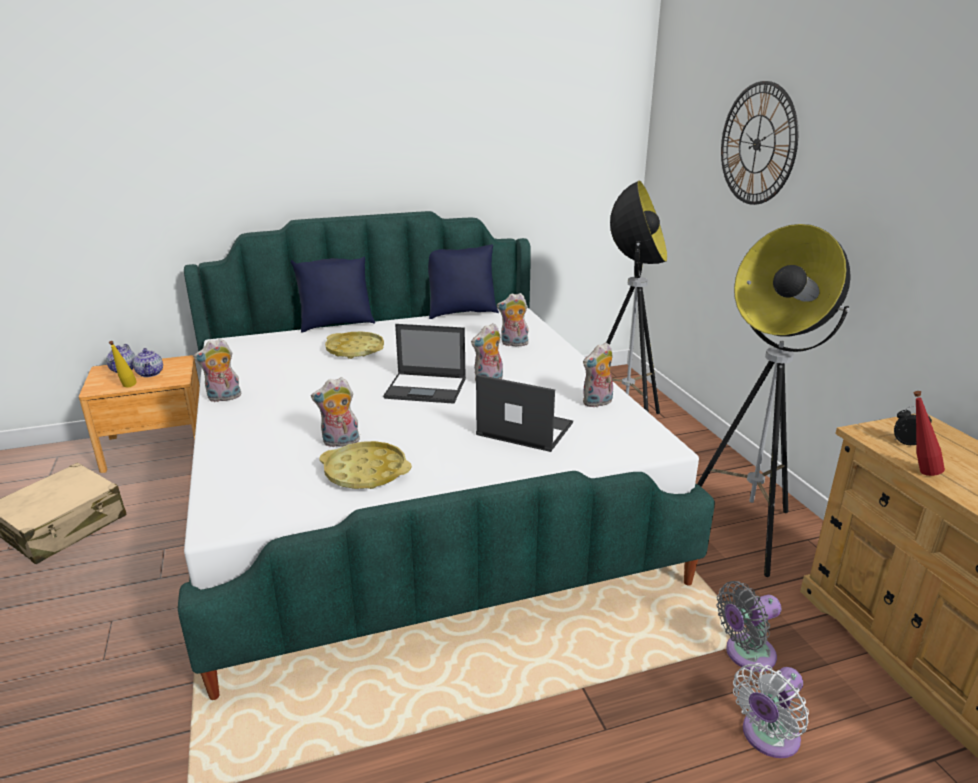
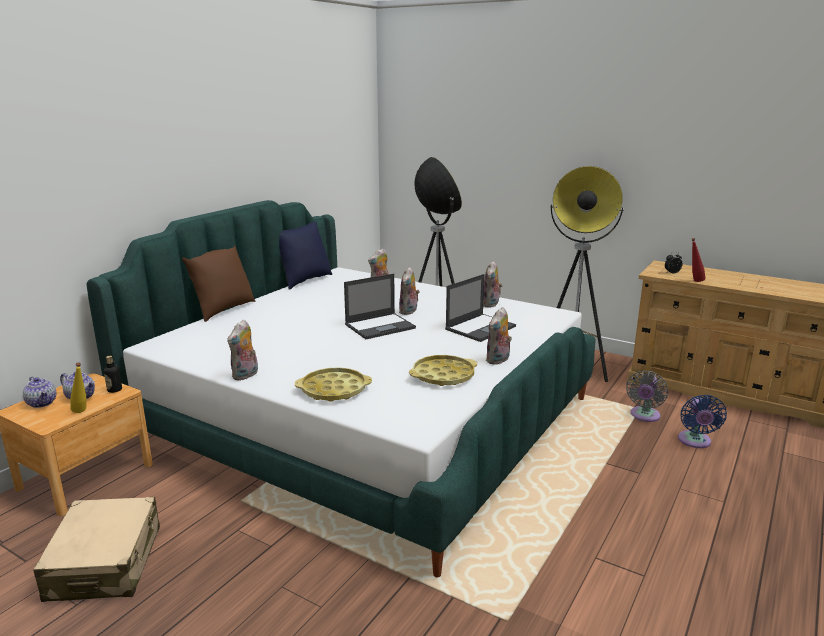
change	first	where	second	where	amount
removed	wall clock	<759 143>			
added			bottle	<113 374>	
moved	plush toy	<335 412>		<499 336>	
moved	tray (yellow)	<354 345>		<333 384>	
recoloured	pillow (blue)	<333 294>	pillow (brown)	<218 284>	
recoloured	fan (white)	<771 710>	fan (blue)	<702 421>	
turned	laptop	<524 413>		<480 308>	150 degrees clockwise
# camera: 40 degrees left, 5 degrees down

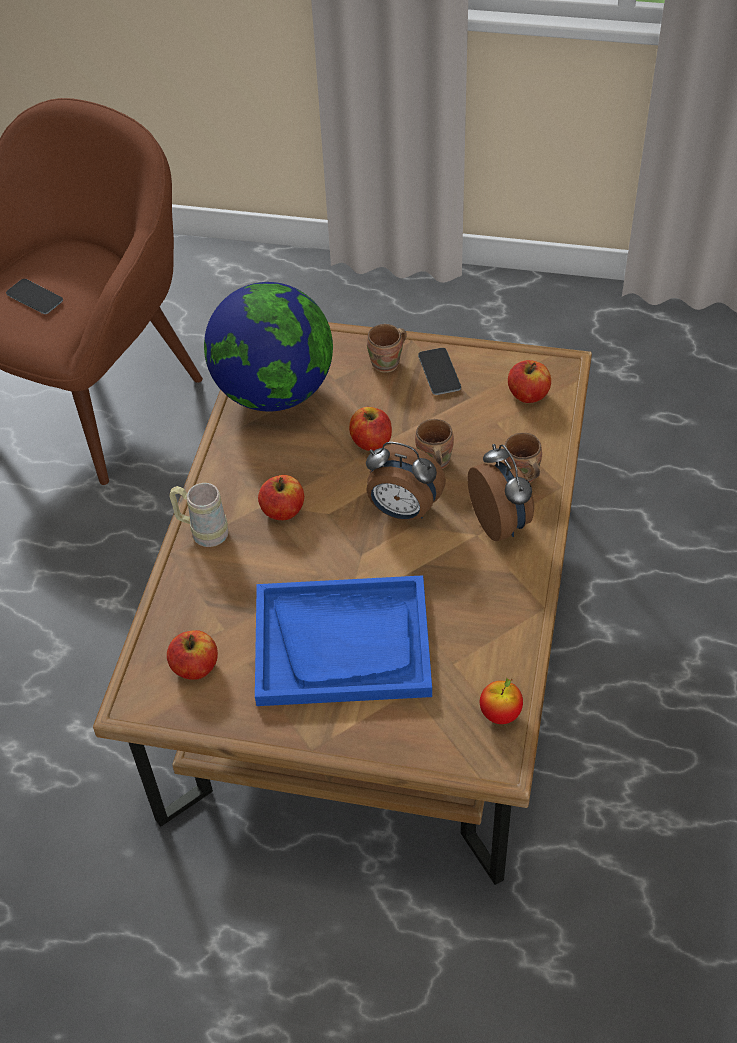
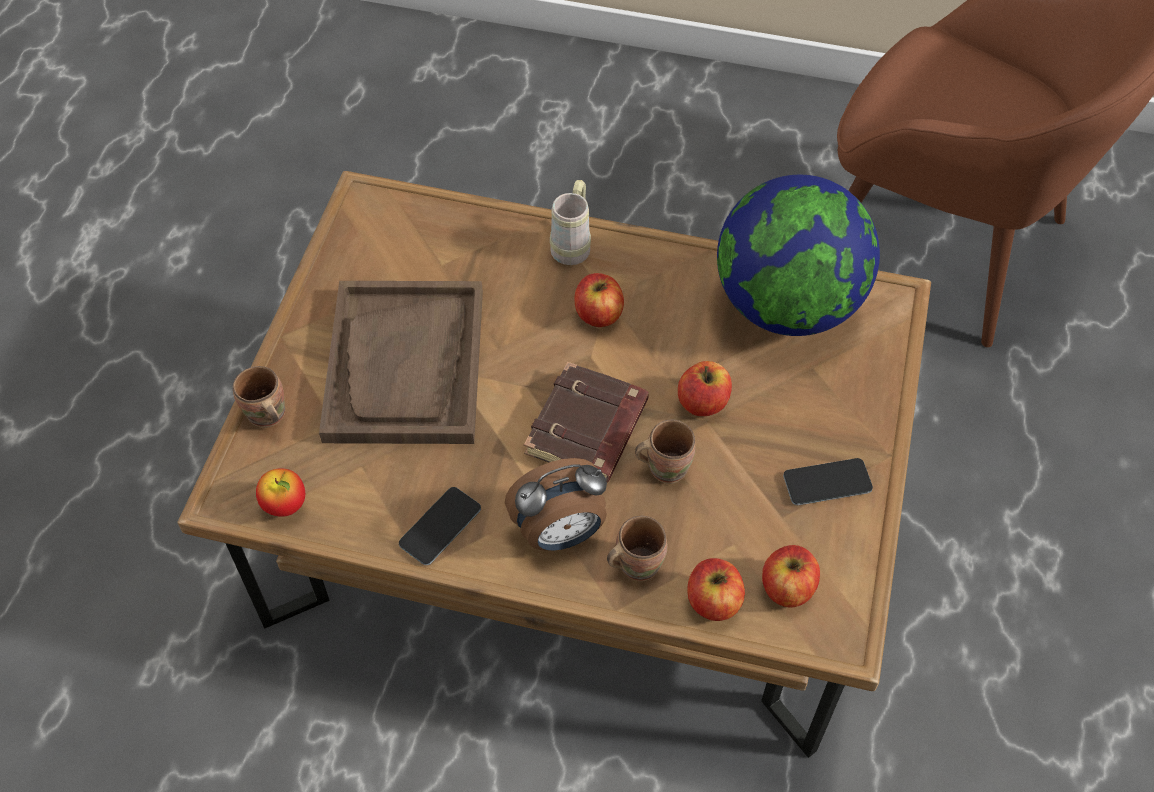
change	first	where	second	where	amount
moved	phone	<34 296>		<440 526>	
moved	apple	<192 655>		<716 589>	
moved	mug (brown)	<387 348>		<259 397>	
replaced	alarm clock	<406 481>	book (brown)	<586 422>	
recoloured	tray (blue)	<343 640>	tray (brown)	<401 362>	
# camera: 90 degrees right, 5 degrees up

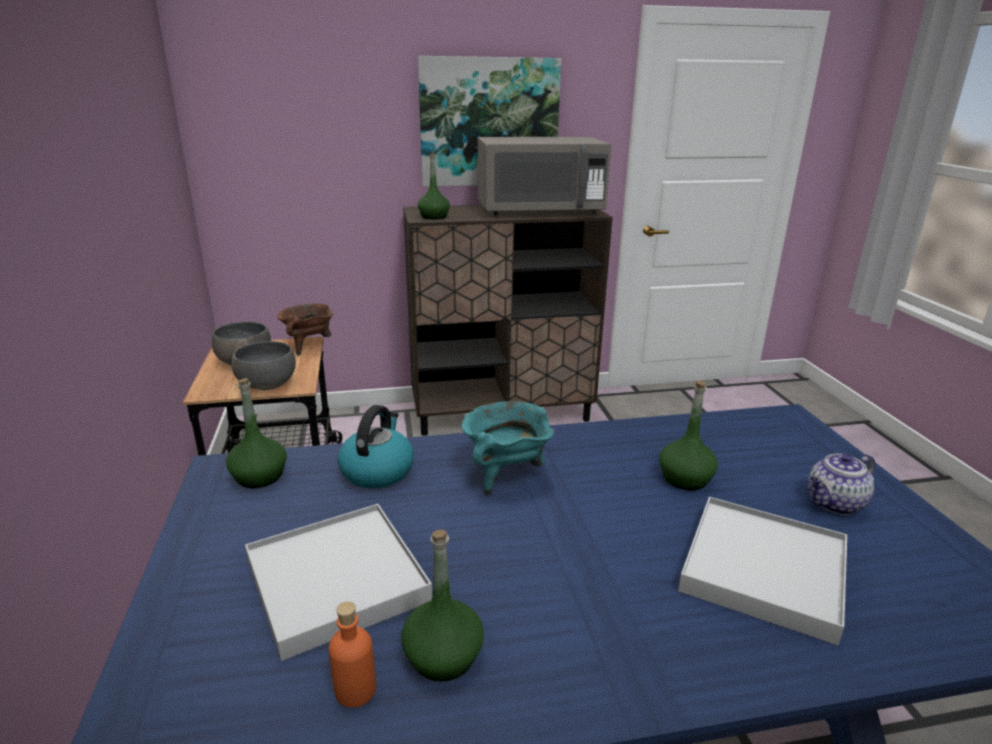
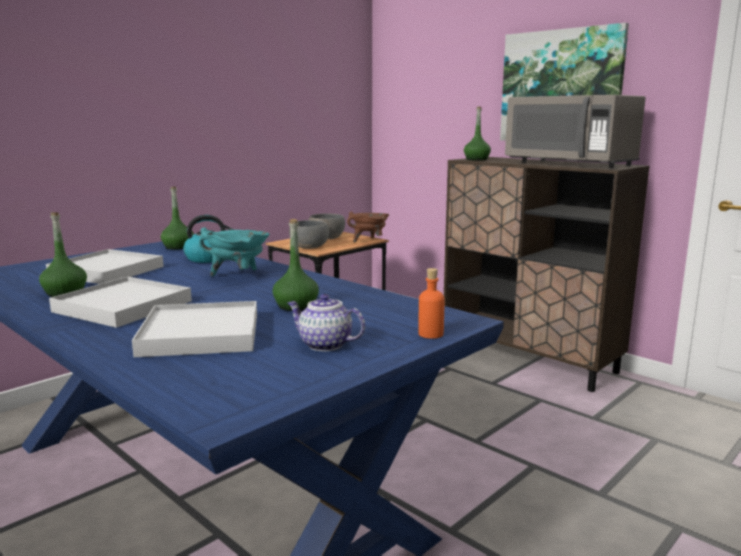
change	first	where	second	where	amount
added			tray (white)	<120 302>	
moved	bottle (orange)	<352 654>		<431 303>	
# camera: 55 degrees right, 10 degrees down

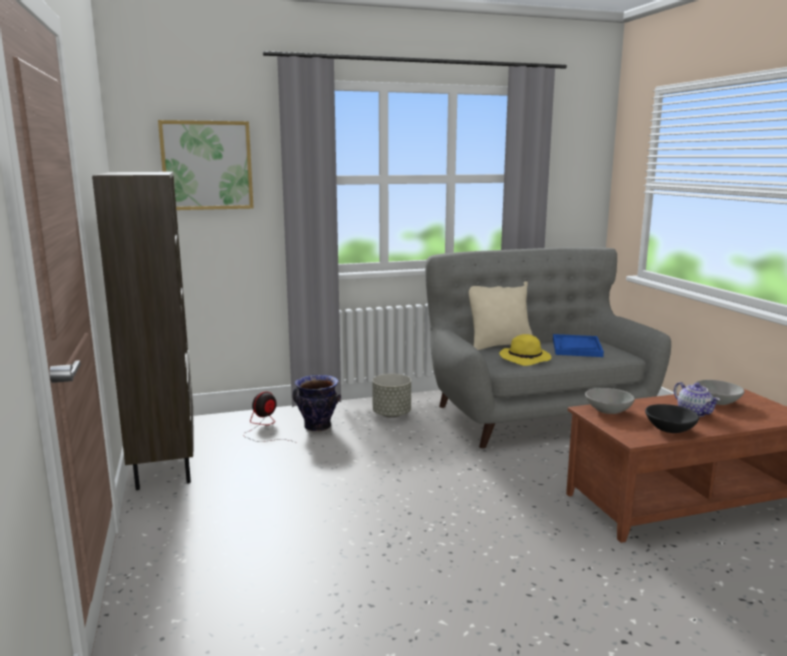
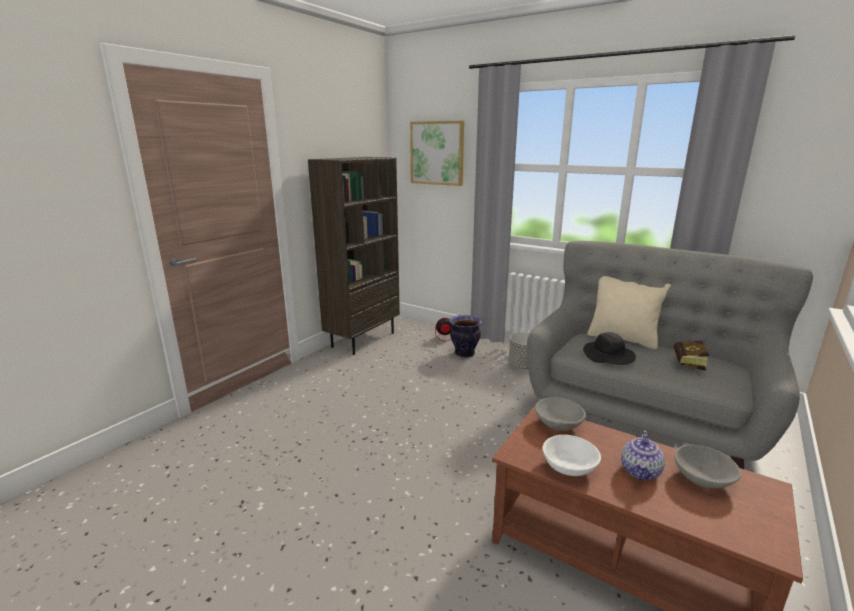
change	first	where	second	where	amount
replaced	tray (blue)	<578 345>	book	<691 359>	
recoloured	hat (yellow)	<525 350>	hat (black)	<609 348>	
recoloured	bowl (black)	<672 418>	bowl (white)	<572 455>	
# camera: 50 degrees right, 5 degrees up

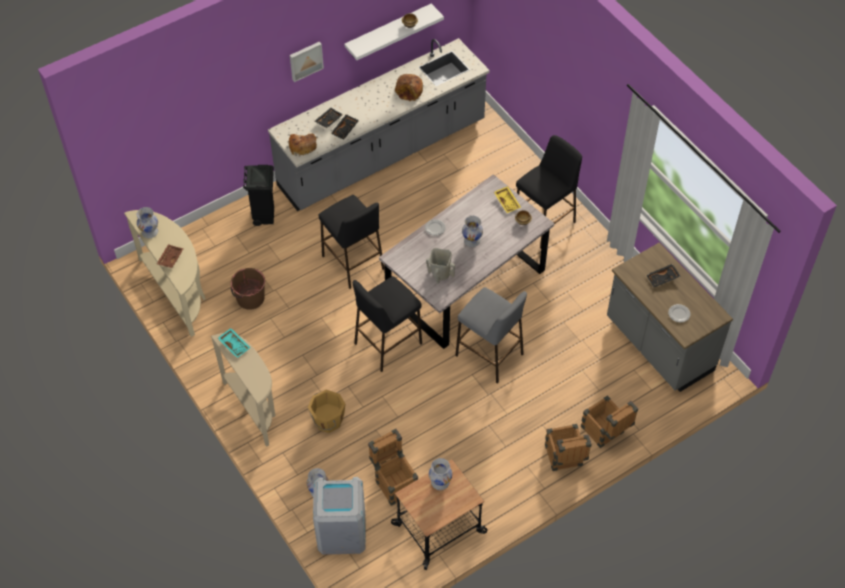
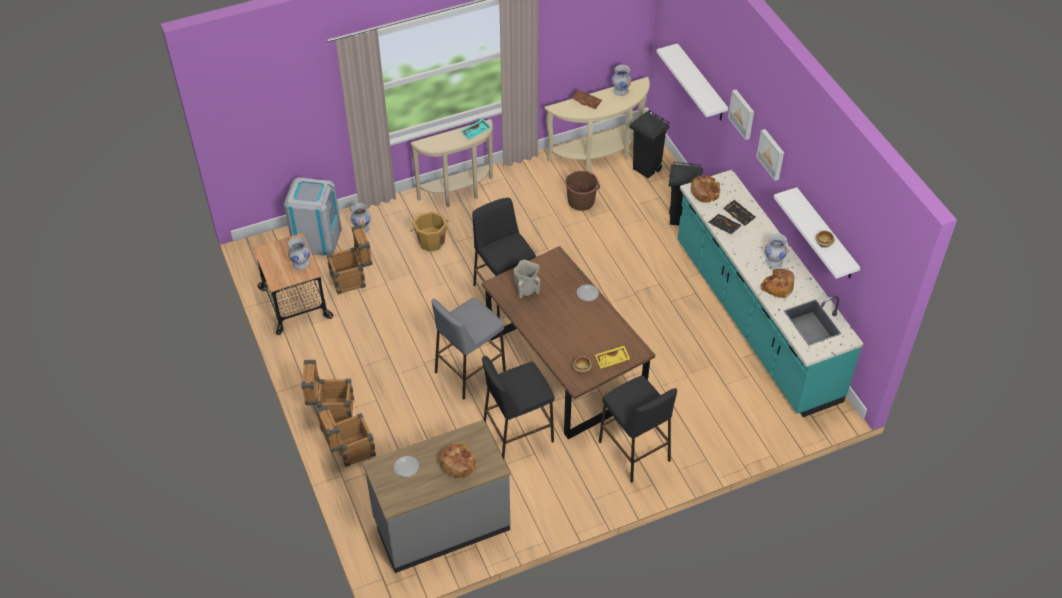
change	first	where	second	where	amount
added			trash can (black)	<649 144>	
added			shelf (white)	<692 81>	
added			picture	<741 114>	
moved	stool (black)	<351 242>		<518 407>	
moved	vase (white)	<472 231>		<776 250>	
replaced	tray (black)	<663 275>	bread	<457 461>	
recoloured	counter (grey)	<379 124>	counter (turquoise)	<771 293>	
recoloured	dining table (grey)	<467 261>	dining table (brown)	<568 342>	
# camera: 100 degrees right, 5 degrees down

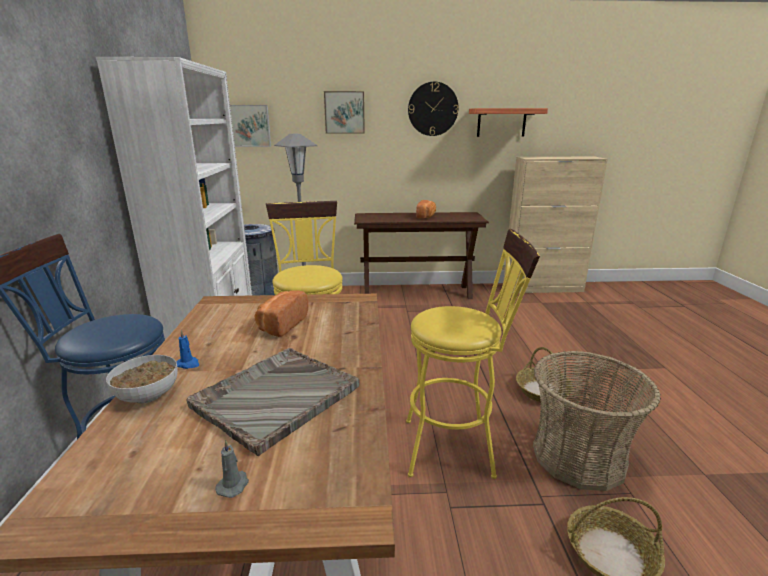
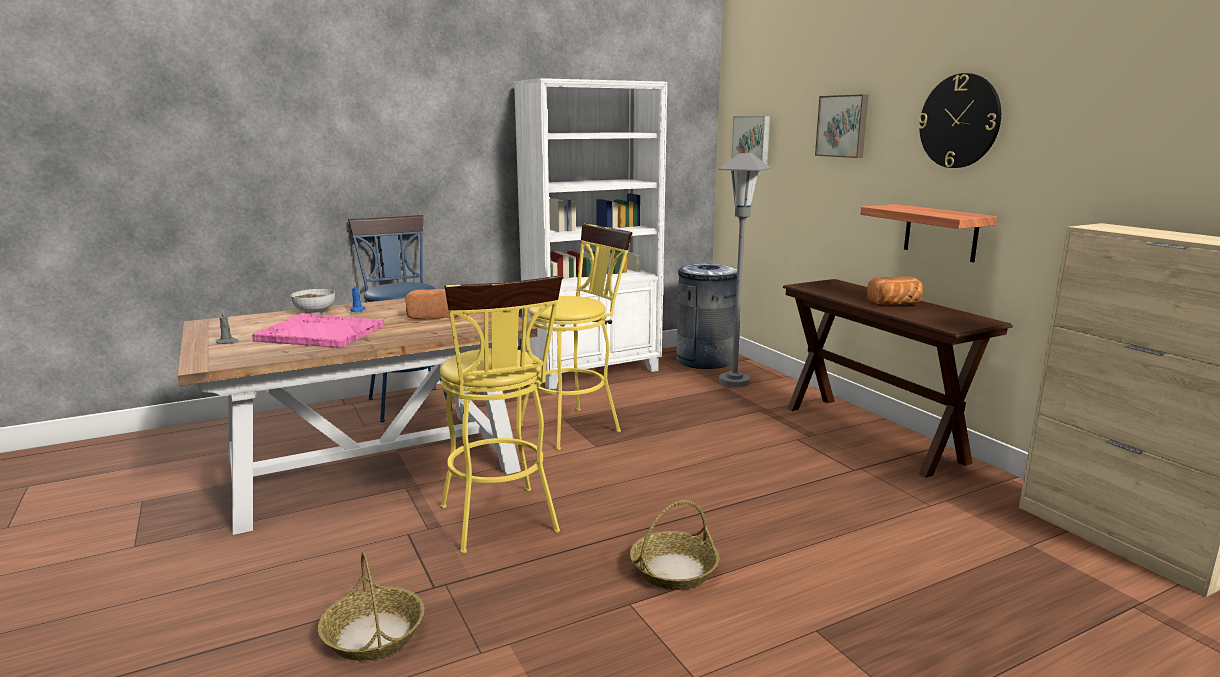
change	first	where	second	where	amount
removed	basket	<597 421>			
moved	shelf	<508 122>		<928 233>	
recoloured	tray (grey)	<273 402>	tray (pink)	<318 330>	
# camera: 65 degrees right, 5 degrees down

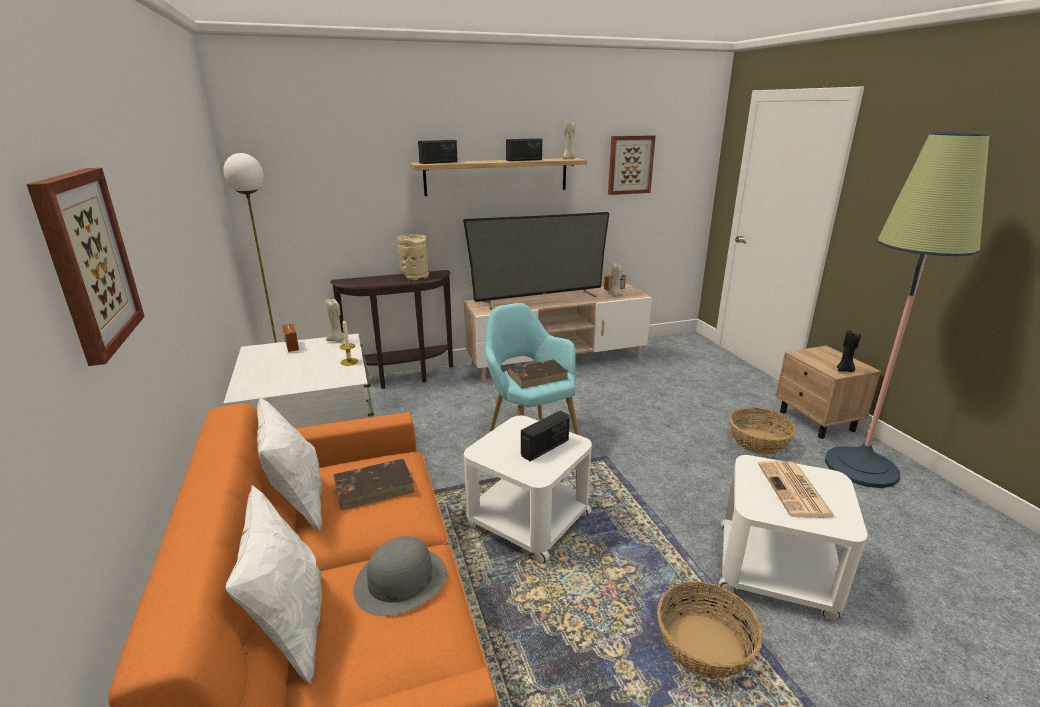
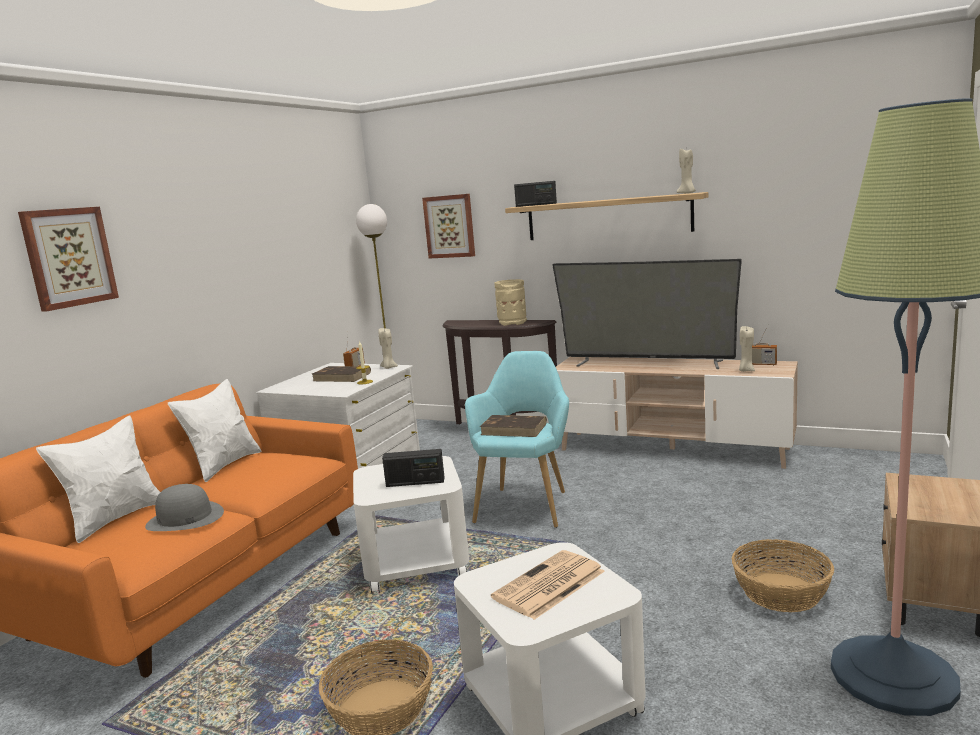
change	first	where	second	where	amount
removed	radio	<524 149>			
removed	candle (black)	<849 351>			
moved	book (brown)	<374 484>		<341 374>	
moved	picture	<632 165>		<448 226>	
# camera: 45 degrees right, 10 degrees down

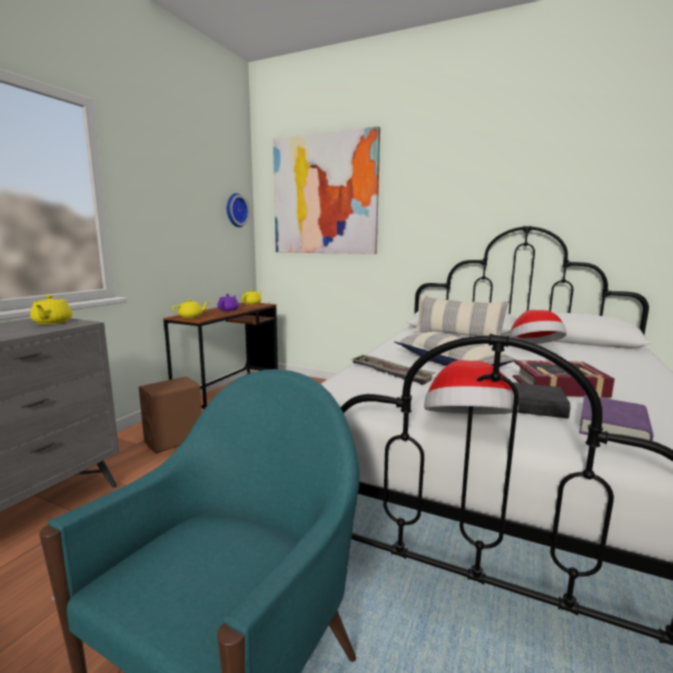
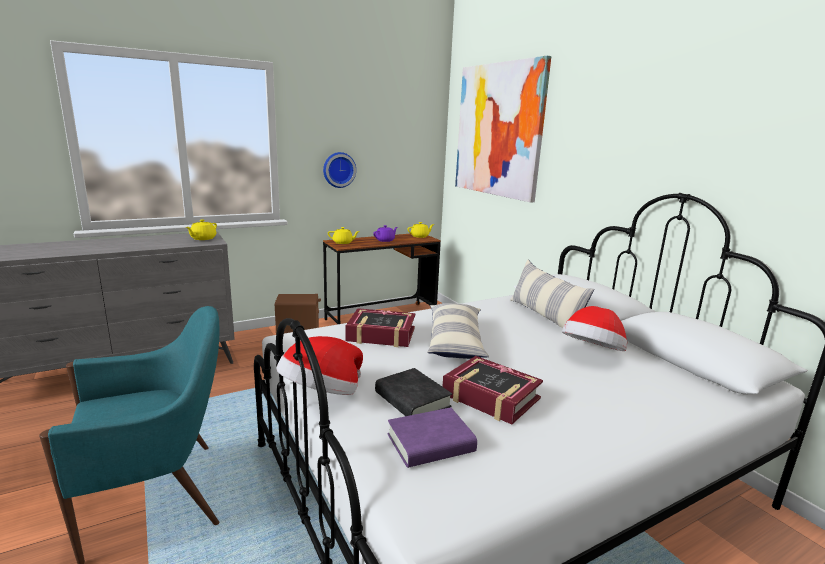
change	first	where	second	where	amount
moved	wall clock	<238 210>		<339 170>	
replaced	tray	<393 370>	book	<380 327>	
# camera: 35 degrees right, 5 degrees up

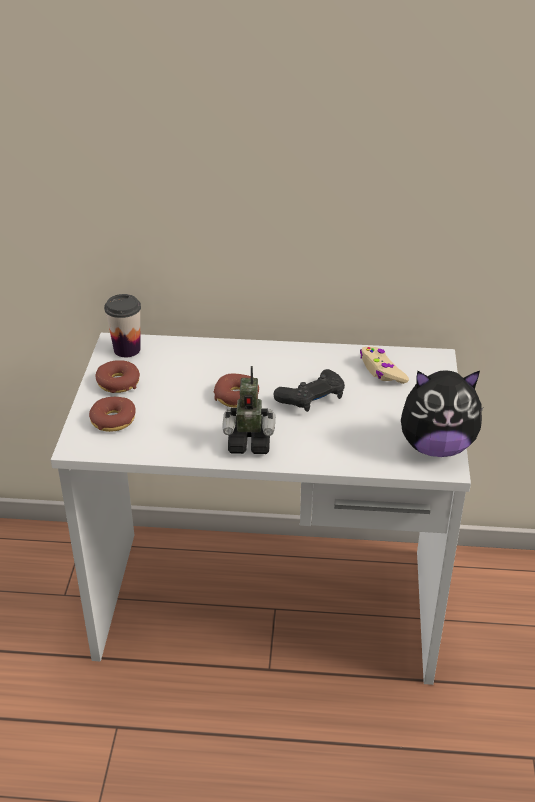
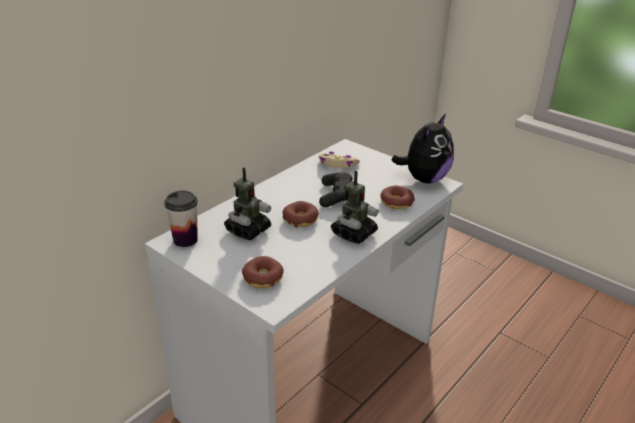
change	first	where	second	where	amount
added			toy robot	<247 203>	
moved	donut	<117 376>		<397 197>	
# camera: 55 degrees left, 5 degrees down

